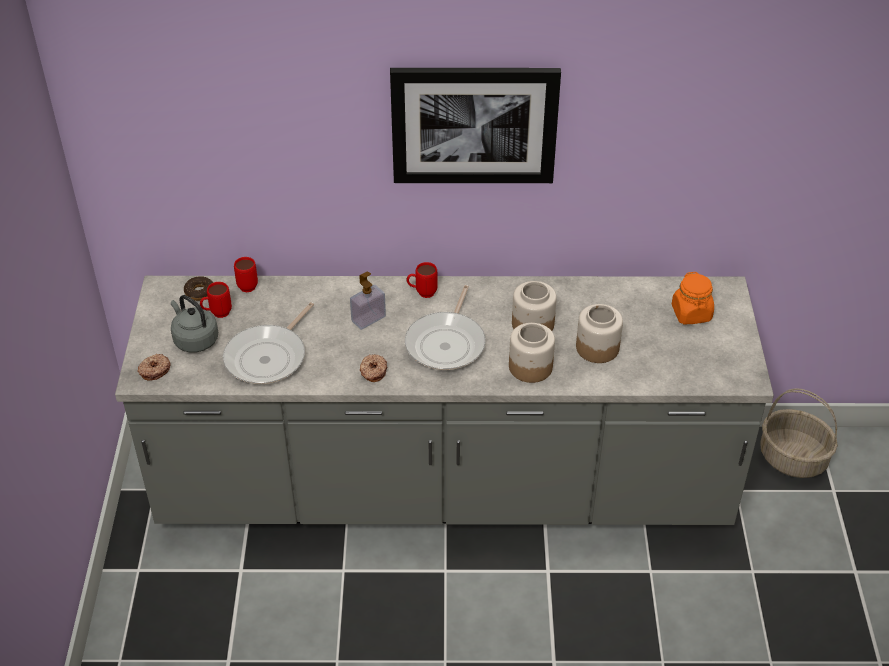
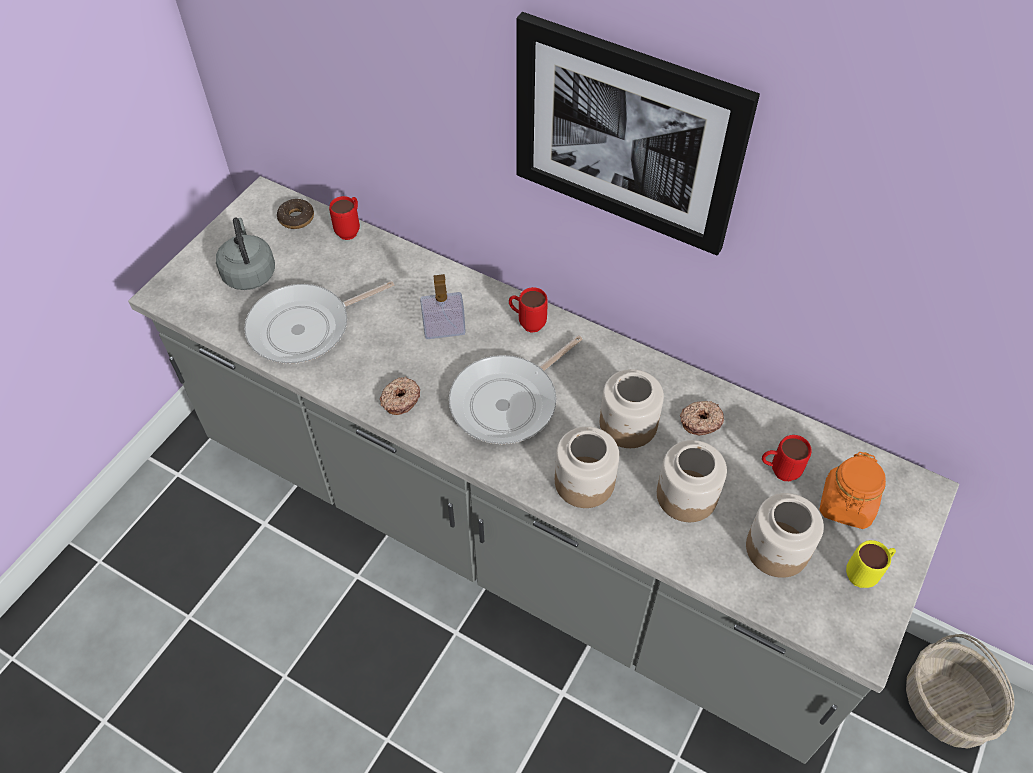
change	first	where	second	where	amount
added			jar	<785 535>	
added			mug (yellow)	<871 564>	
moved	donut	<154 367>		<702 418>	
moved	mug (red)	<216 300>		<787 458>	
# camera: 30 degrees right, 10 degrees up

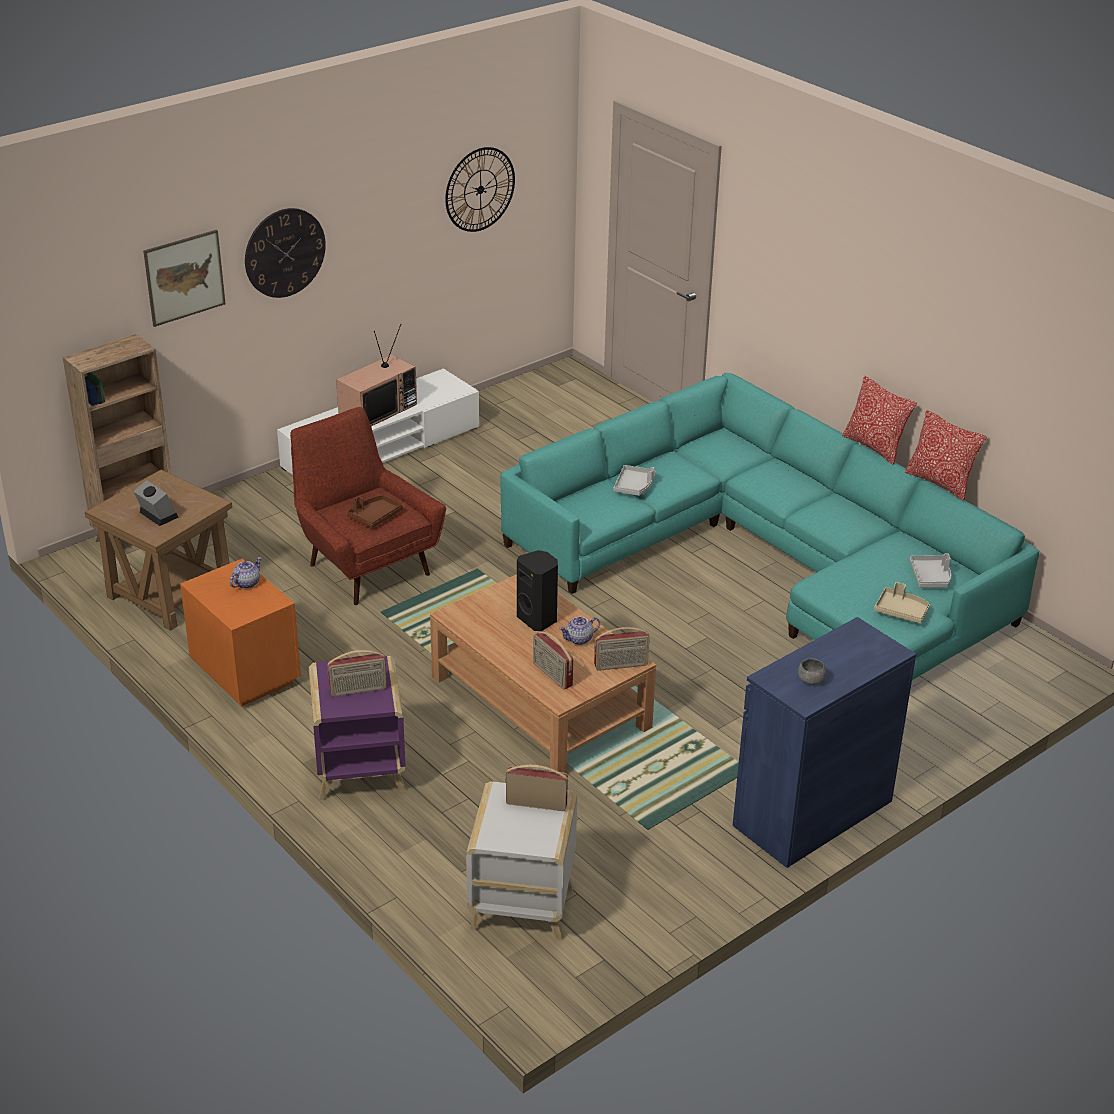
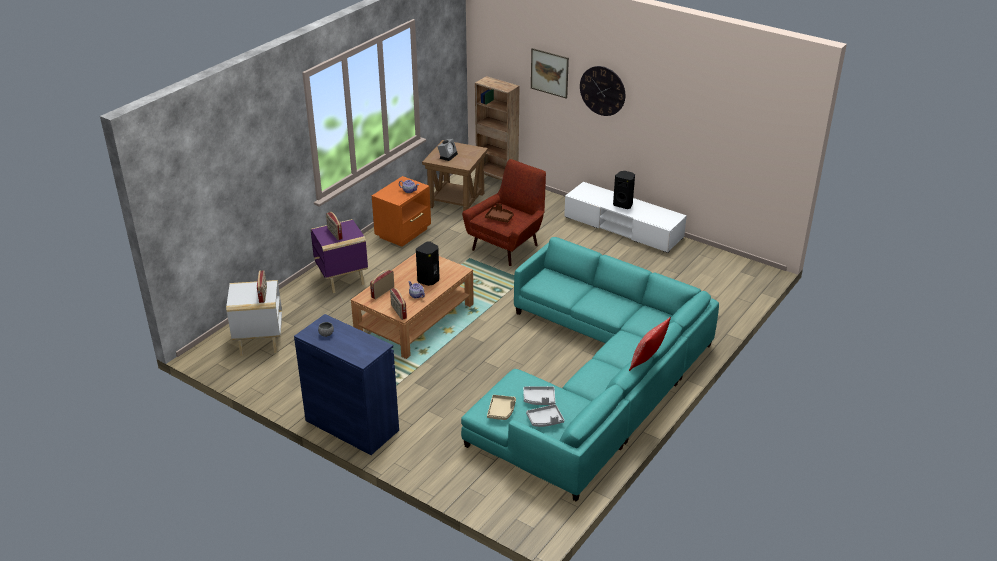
change	first	where	second	where	amount
removed	wall clock	<480 189>			
removed	pillow	<945 455>			
moved	tray (grey)	<634 480>		<539 395>	
replaced	television	<376 375>	speaker (black)	<624 190>	
# camera: 75 degrees right, 0 degrees up

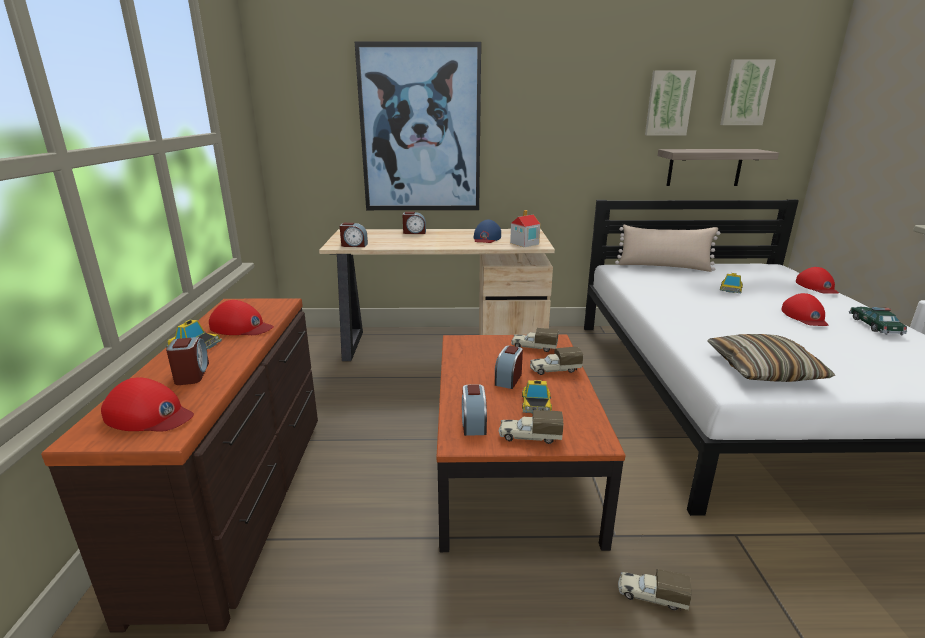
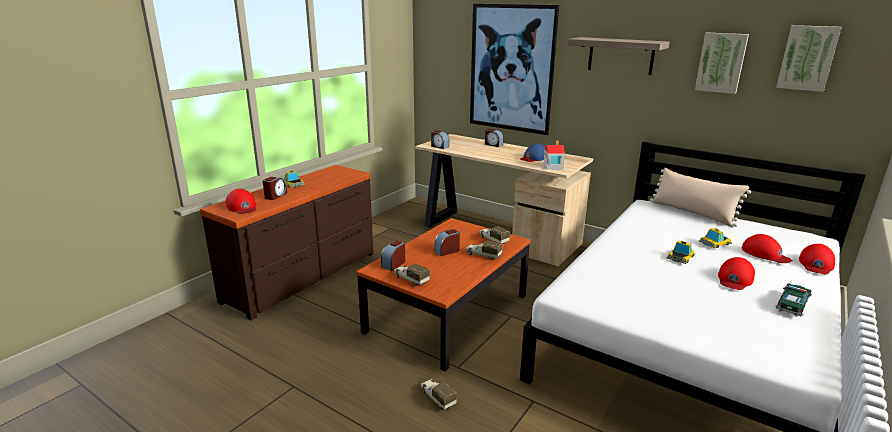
change	first	where	second	where	amount
removed	pillow	<771 358>			
moved	cap (red)	<241 317>		<767 248>	
moved	toy car	<537 397>		<680 252>	
moved	shelf	<718 167>		<618 56>	
# camera: 35 degrees right, 0 degrees up

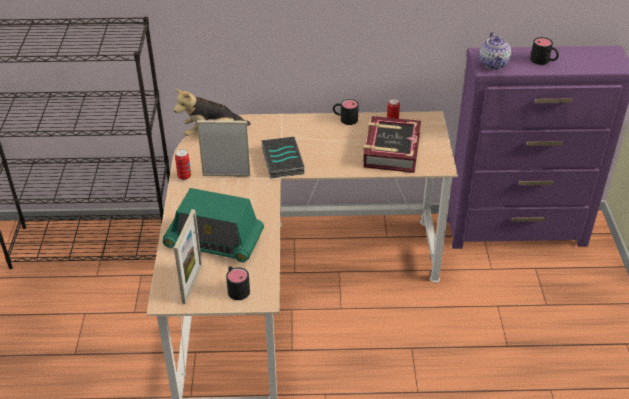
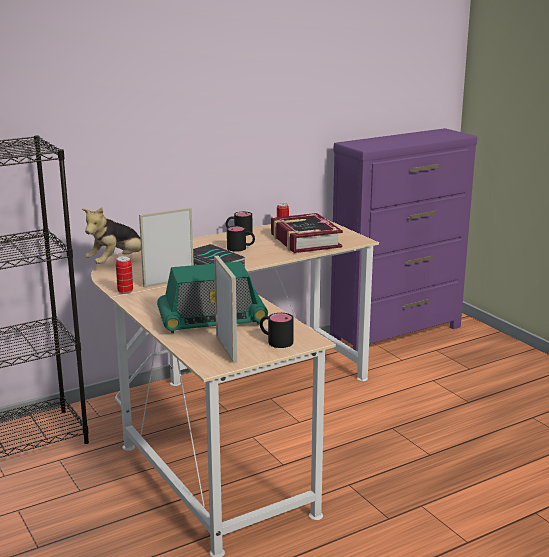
change	first	where	second	where	amount
removed	teapot	<495 50>			
moved	mug (black)	<544 51>		<241 239>	
# camera: 30 degrees left, 20 degrees down

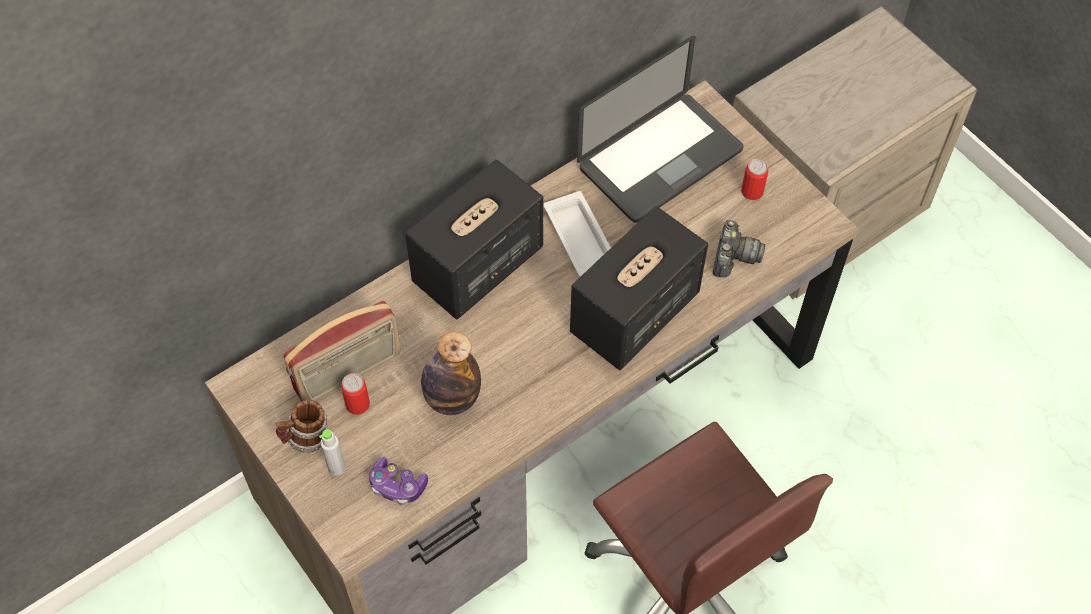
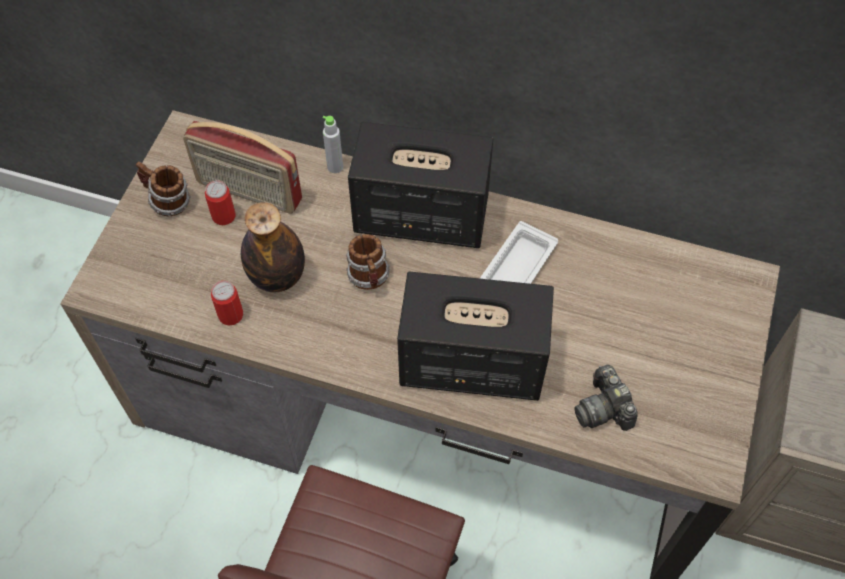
change	first	where	second	where	amount
removed	game controller	<398 481>			
removed	laptop	<660 129>			
added			mug	<368 262>	
moved	bottle (grey)	<332 452>		<332 144>	
moved	can	<754 179>		<227 303>	
turned	photo camera	<739 248>		<606 398>	90 degrees clockwise
# camera: 55 degrees right, 0 degrees up

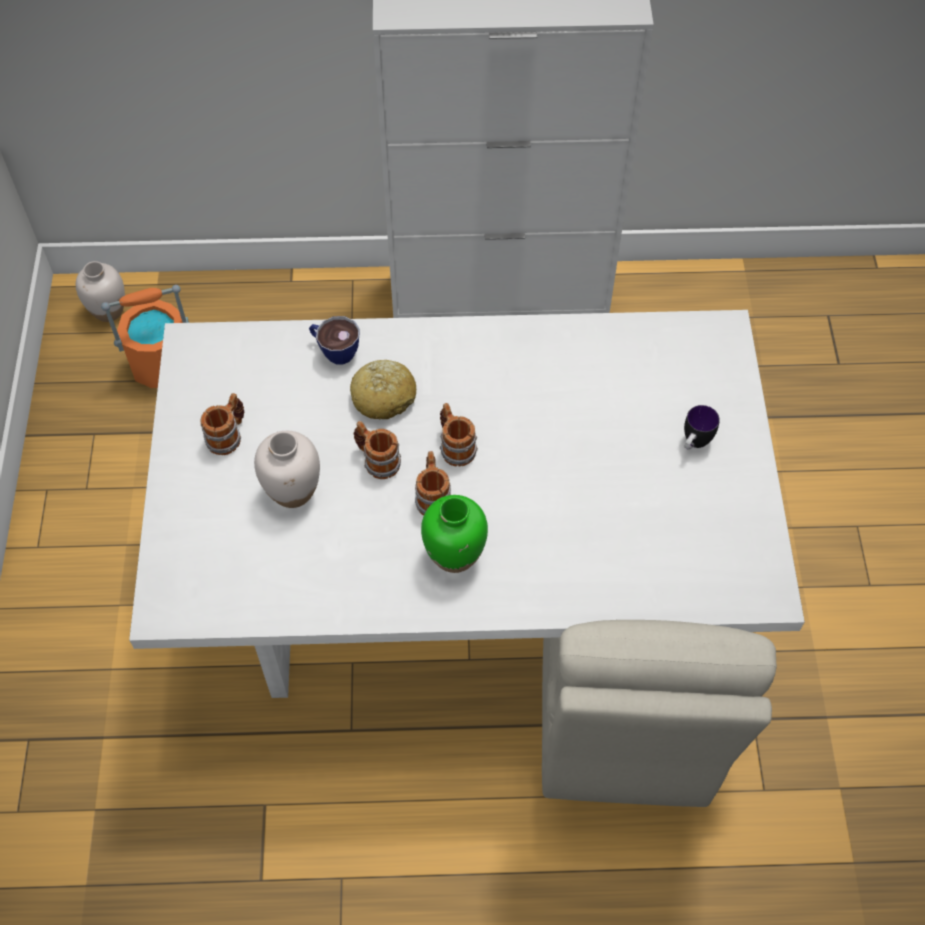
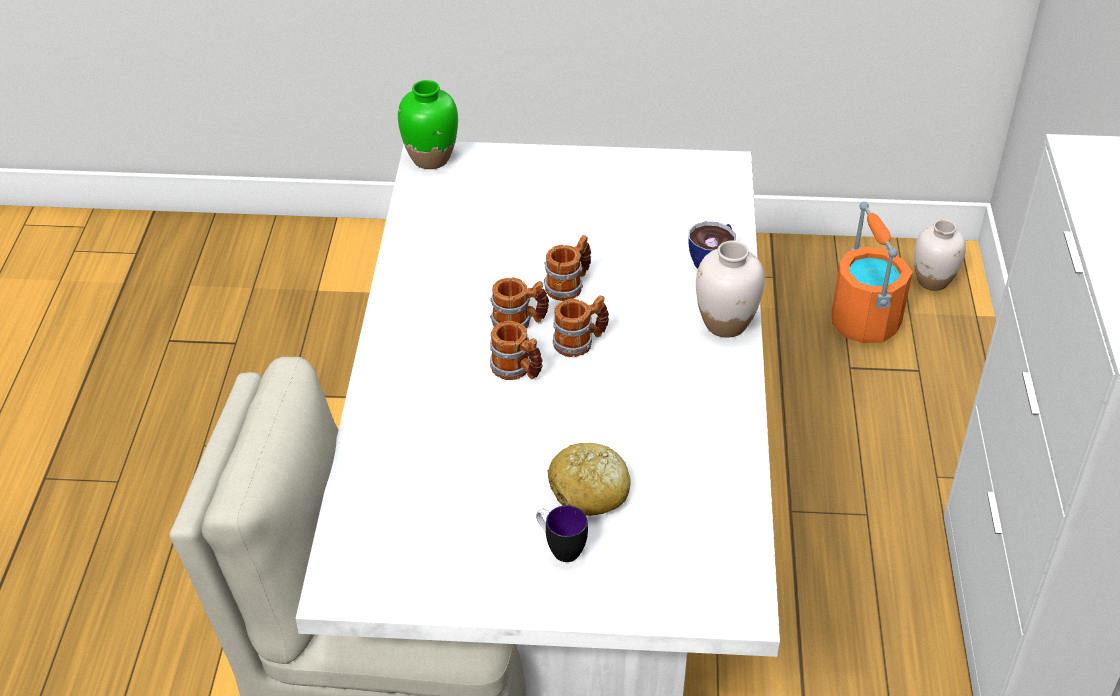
change	first	where	second	where	amount
moved	mug	<222 424>		<516 350>	
moved	vase (white)	<287 469>		<730 289>	
moved	bread	<383 389>		<589 479>	
moved	vase (green)	<454 534>		<428 124>	
# camera: 95 degrees right, 15 degrees down

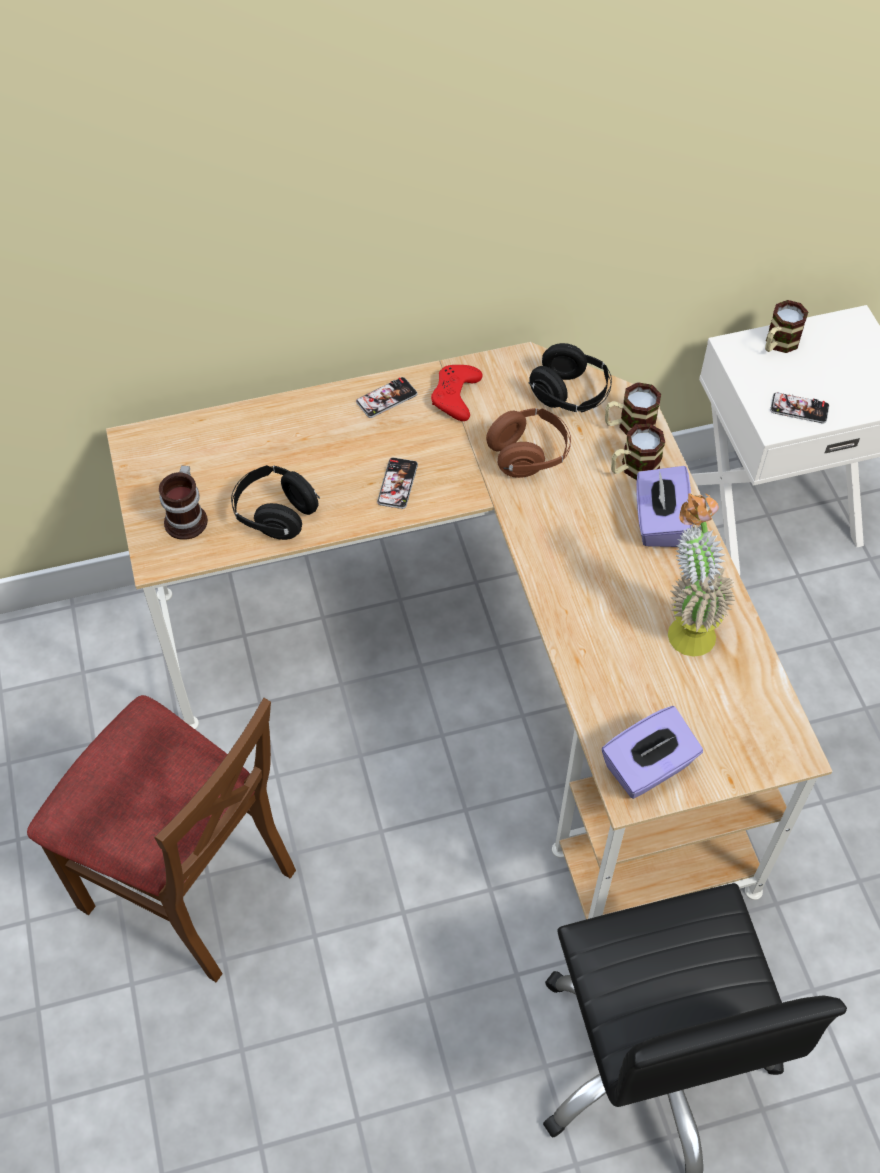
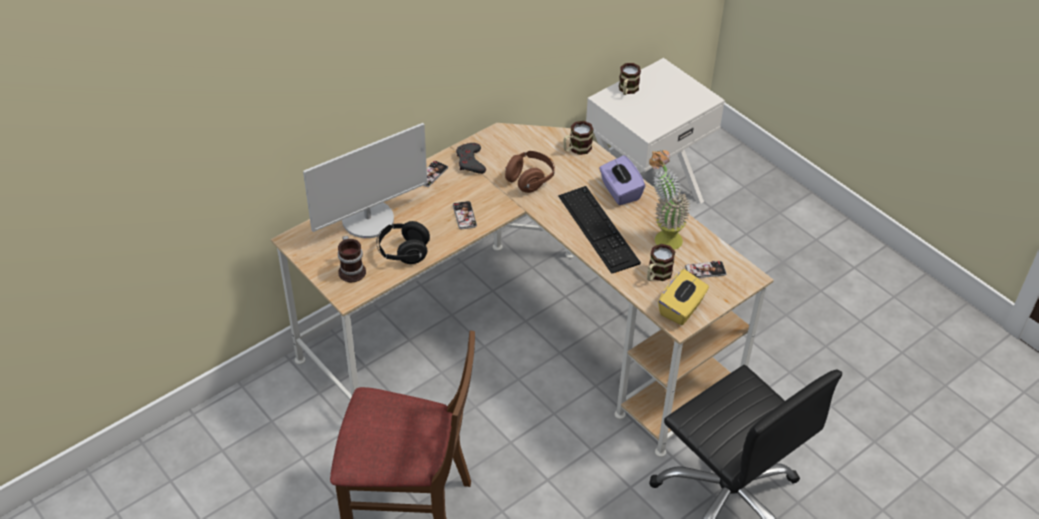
change	first	where	second	where	amount
removed	headphones (black)	<570 377>			
added			monitor	<365 180>	
added			keyboard	<599 230>	
moved	mug	<638 452>		<661 262>	
moved	phone	<799 408>		<706 269>	
recoloured	game controller (red)	<457 393>	game controller (grey)	<471 158>	
recoloured	tissue box (purple)	<652 752>	tissue box (yellow)	<683 297>	
# camera: 25 degrees left, 10 degrees down

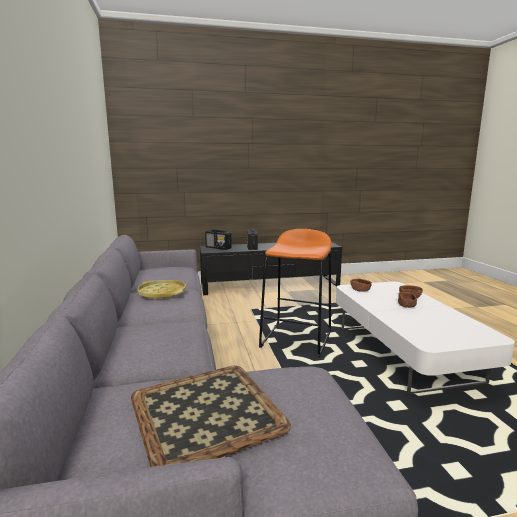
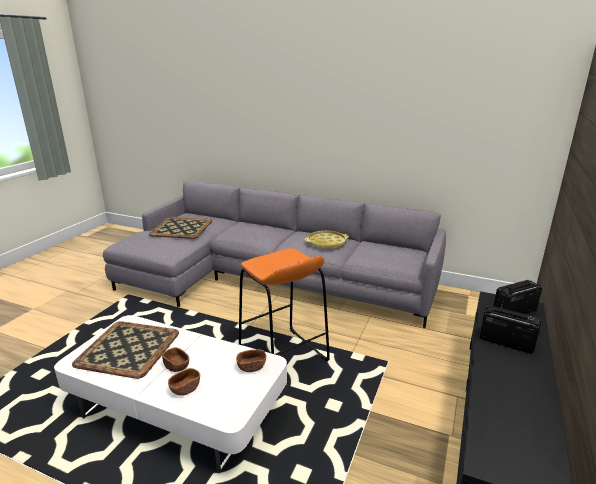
change	first	where	second	where	amount
added			tray	<125 350>	
# camera: 125 degrees right, 10 degrees up

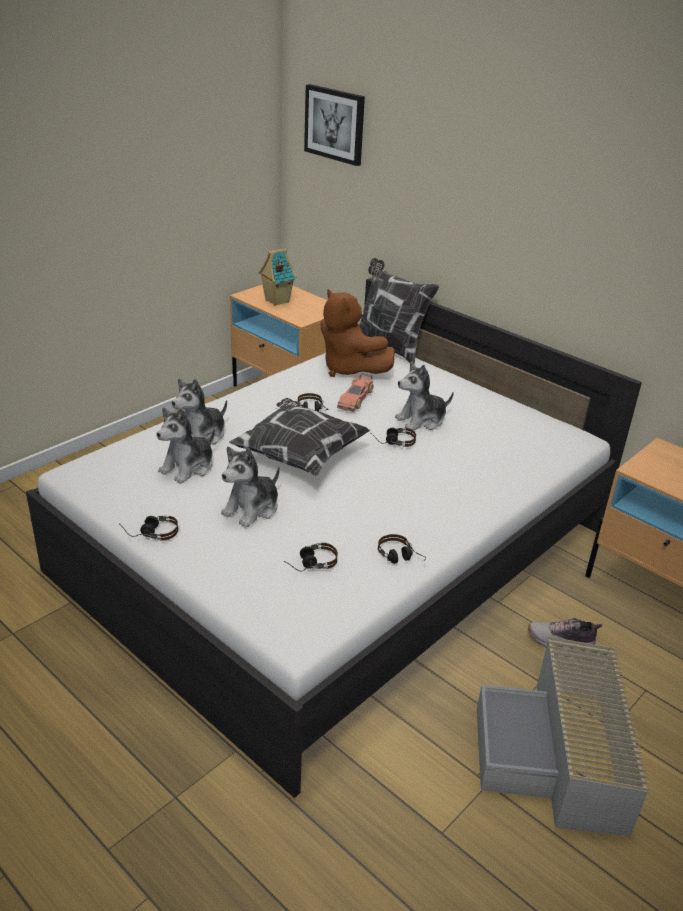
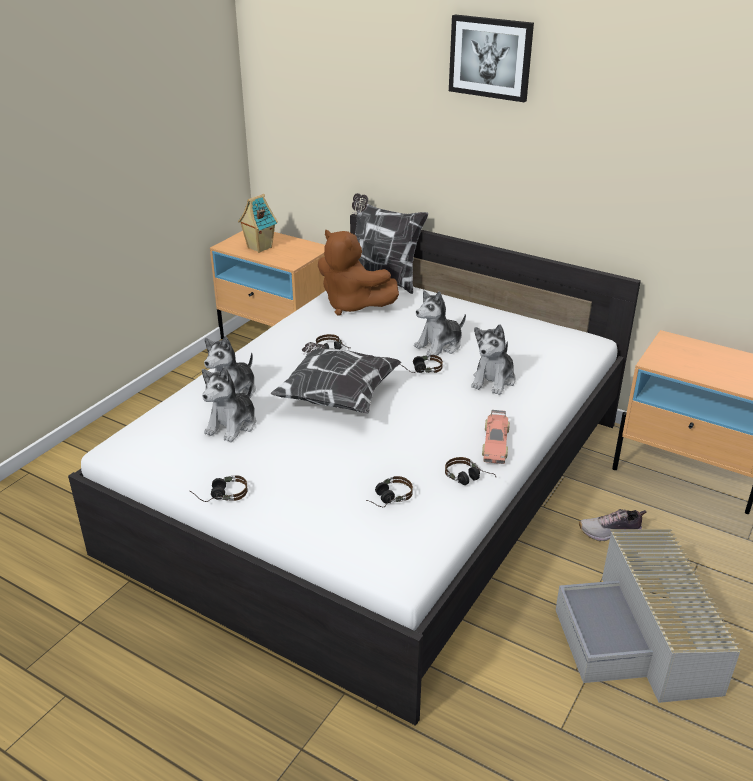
change	first	where	second	where	amount
moved	plush toy	<250 487>		<493 359>	
moved	picture	<334 125>		<491 58>	
moved	toy car	<355 392>		<496 437>	
# camera: 10 degrees left, 0 degrees up

